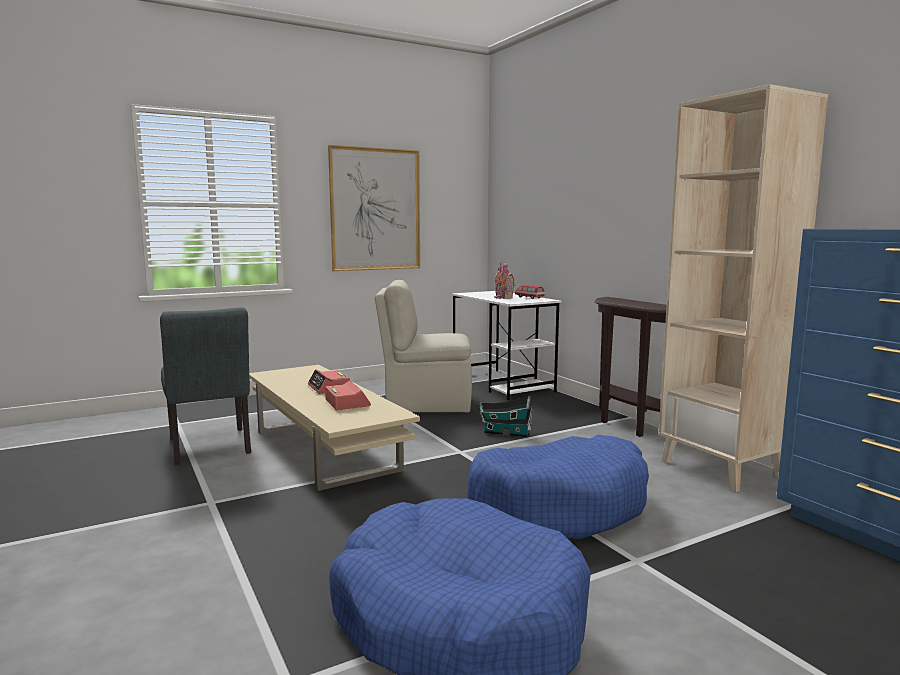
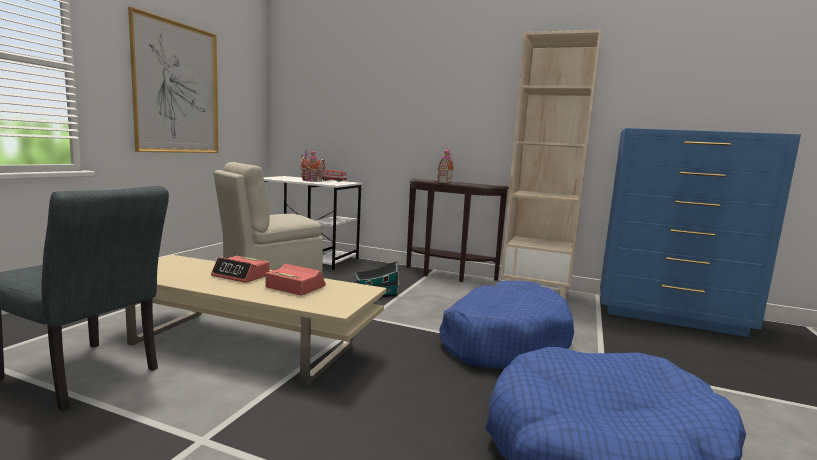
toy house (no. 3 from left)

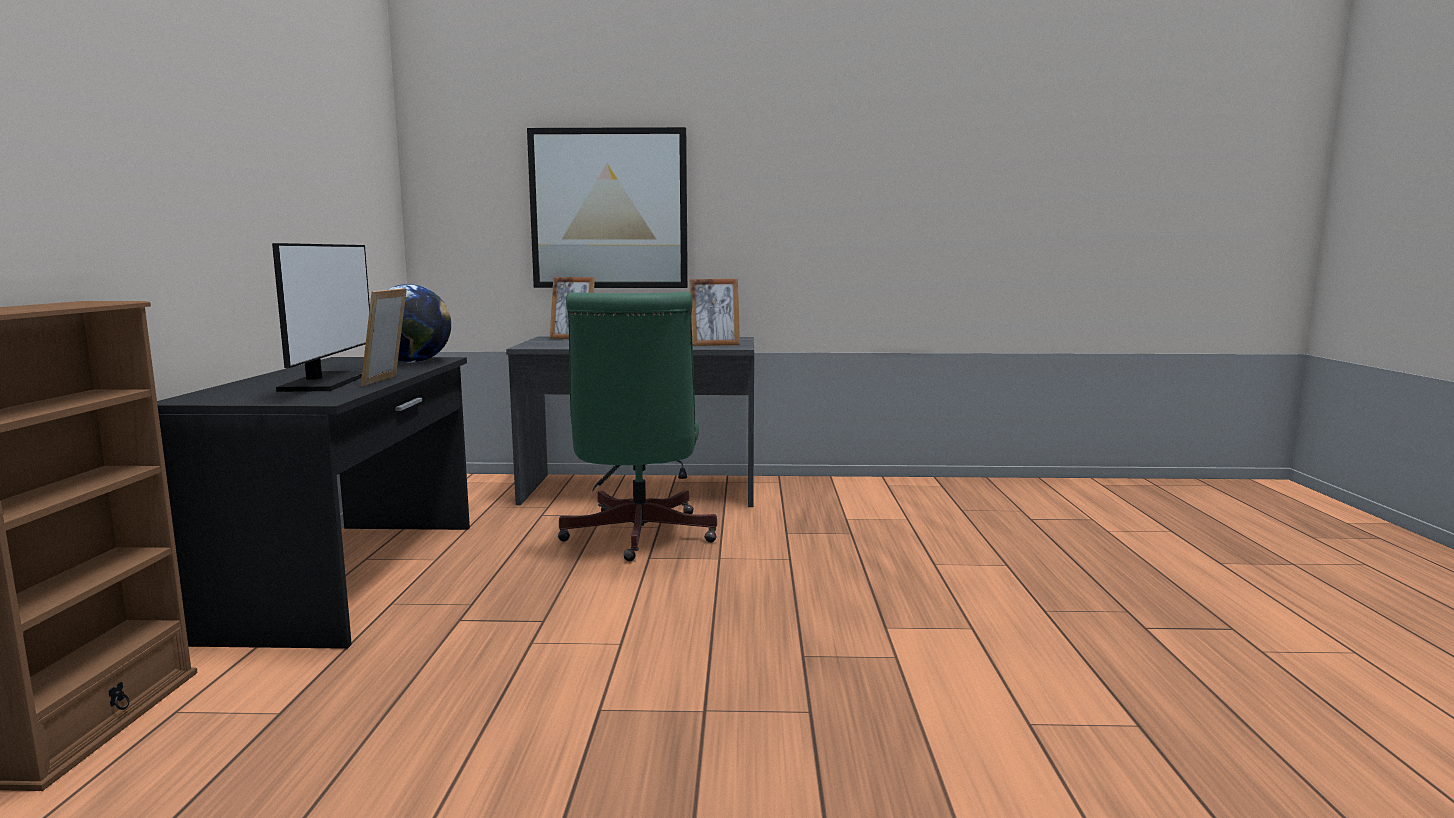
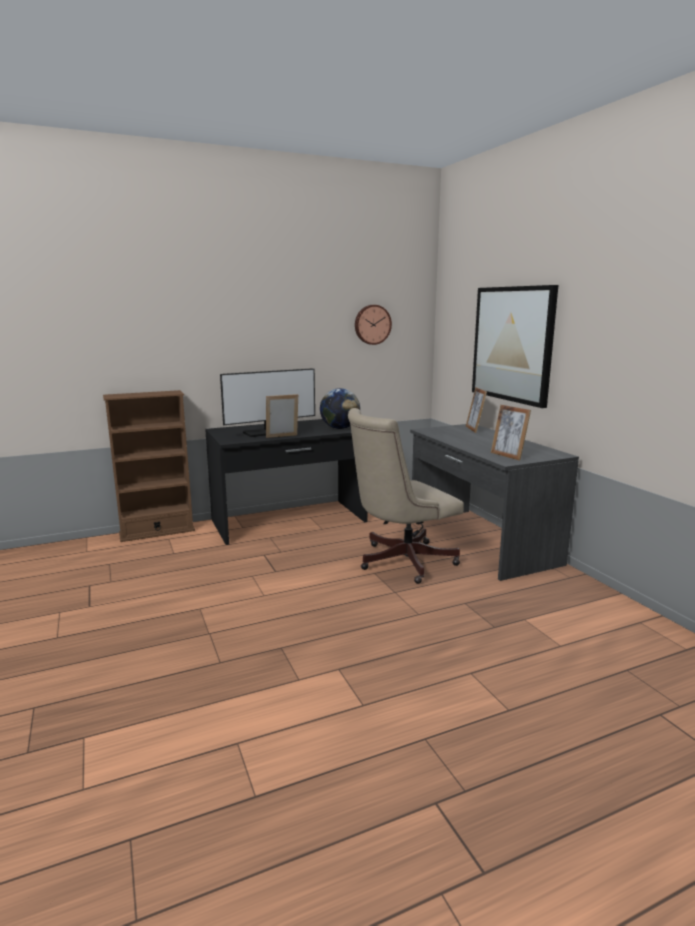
beige office chair
wall clock

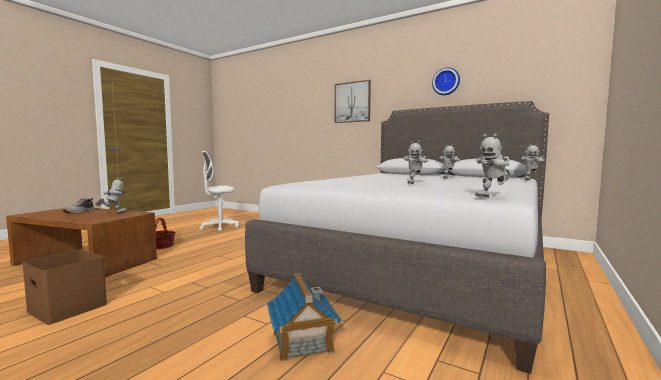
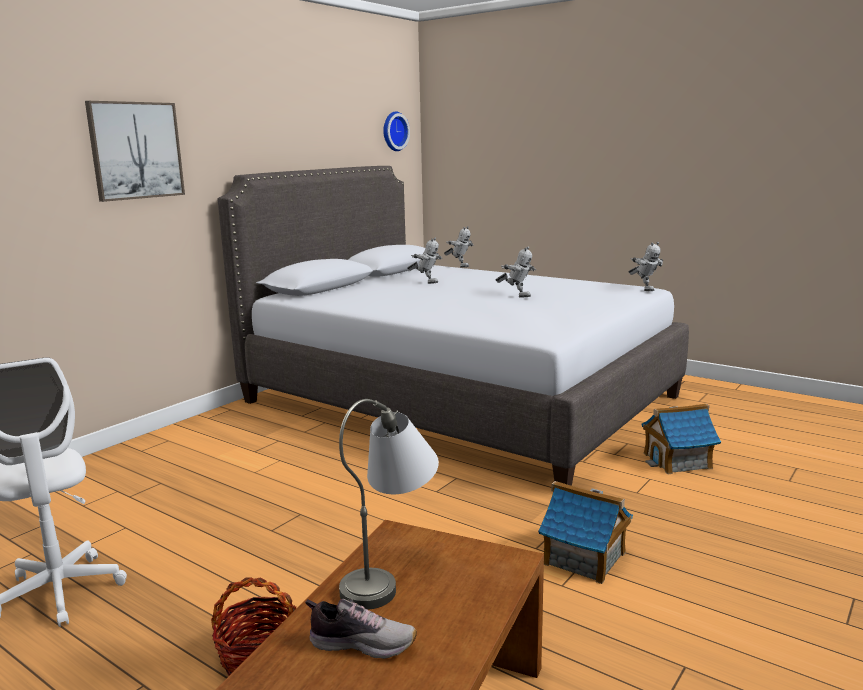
wall clock
grey table lamp
brown storage box
toy house (no. 1 from left)

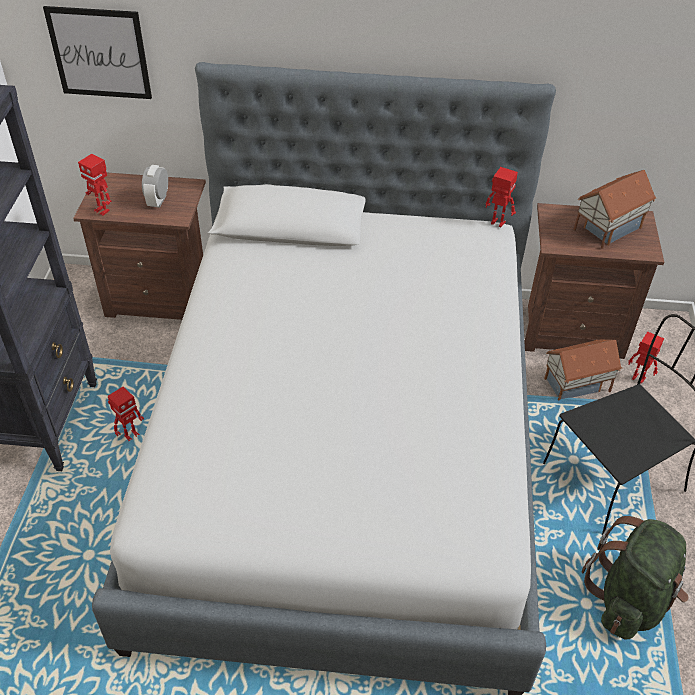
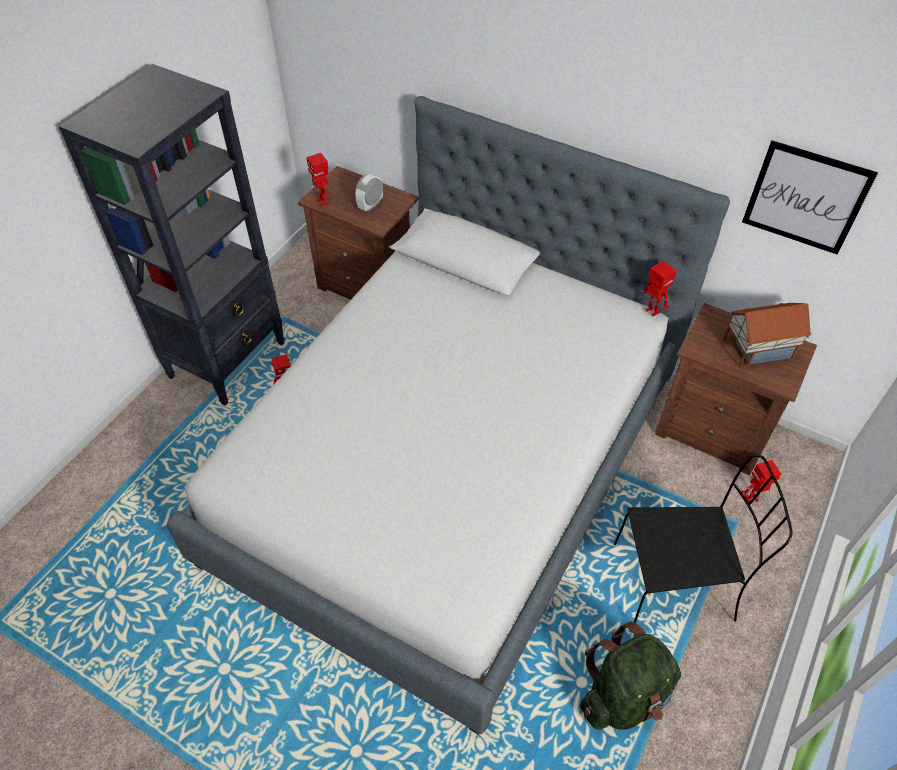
picture
toy robot (no. 4 from left)
toy house (no. 1 from left in the first image)

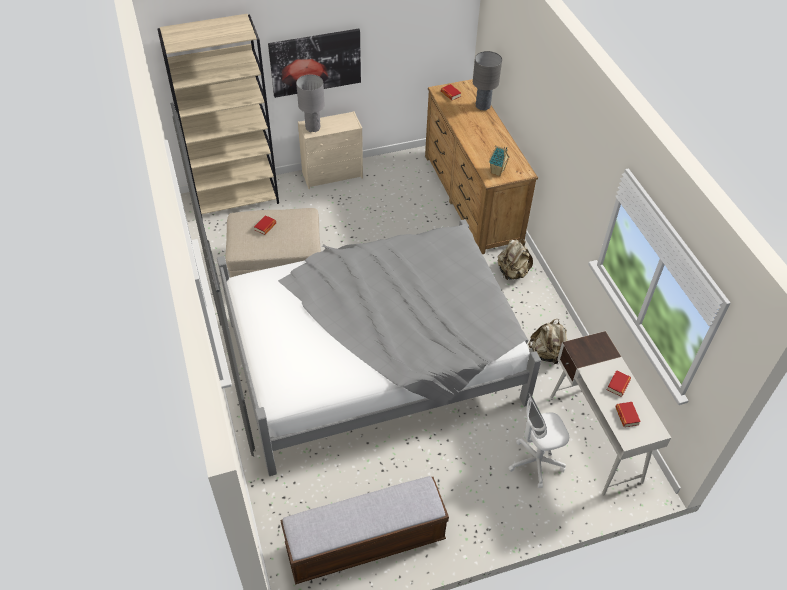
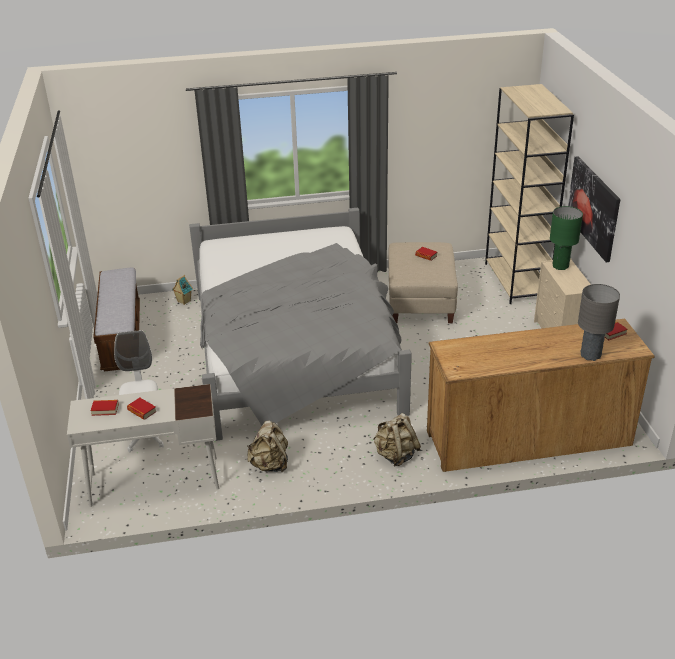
green table lamp
toy house

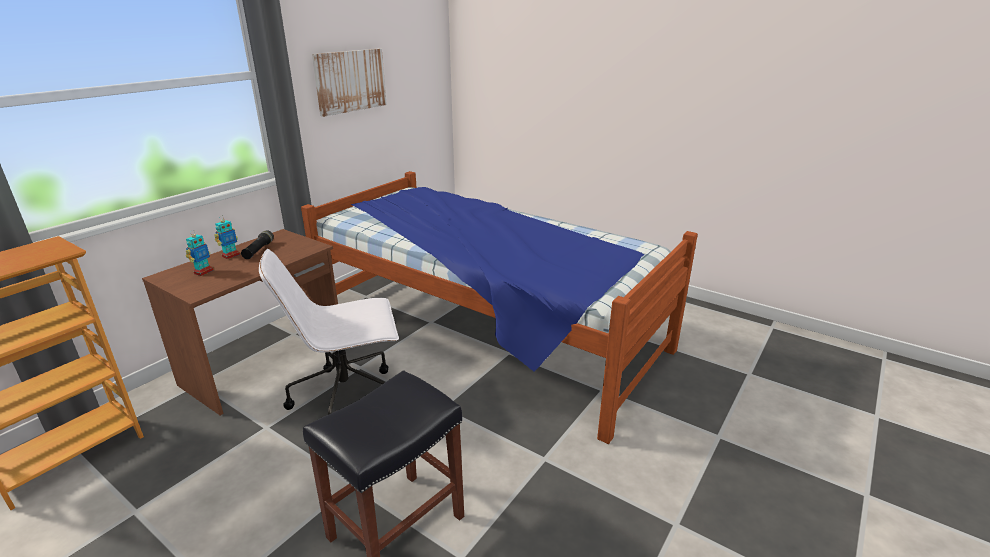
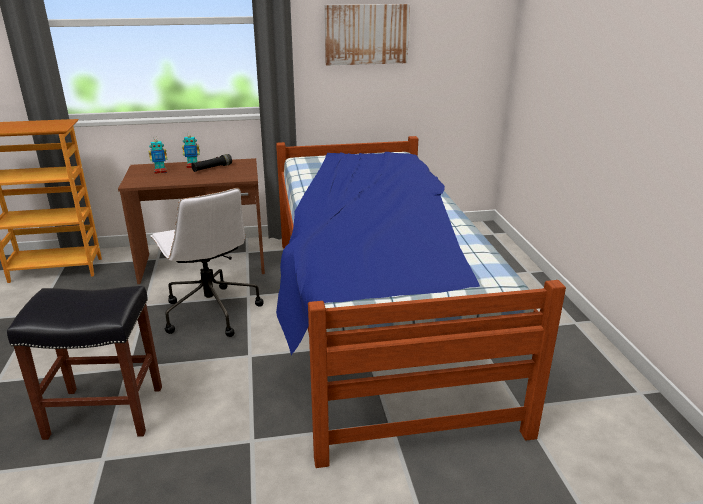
white office chair

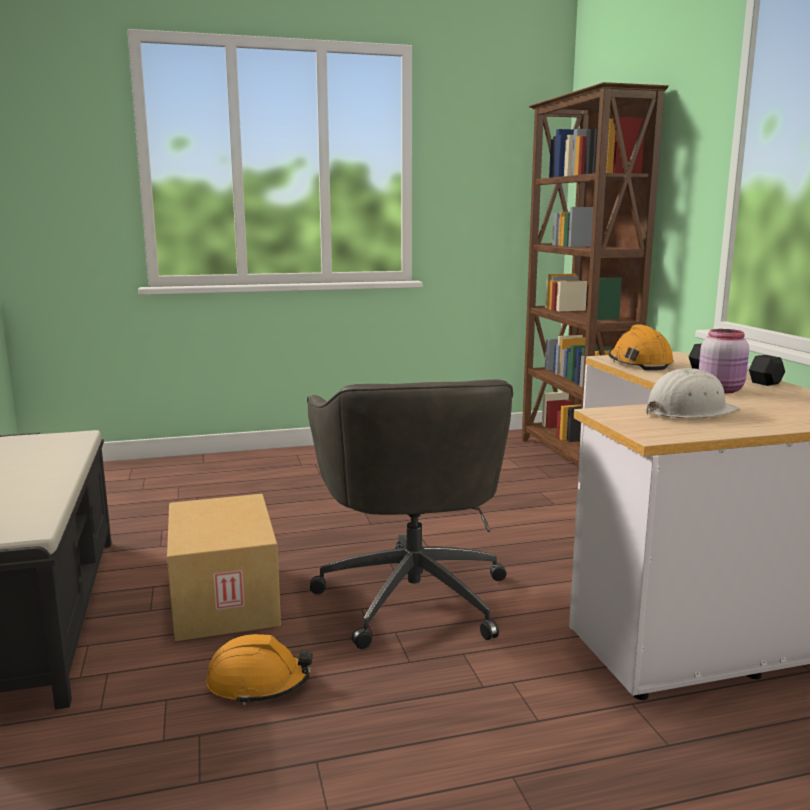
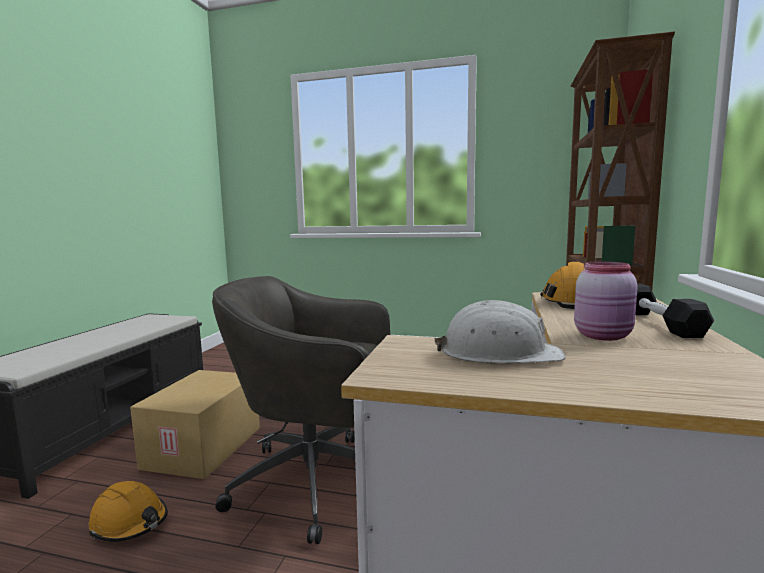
grey office chair

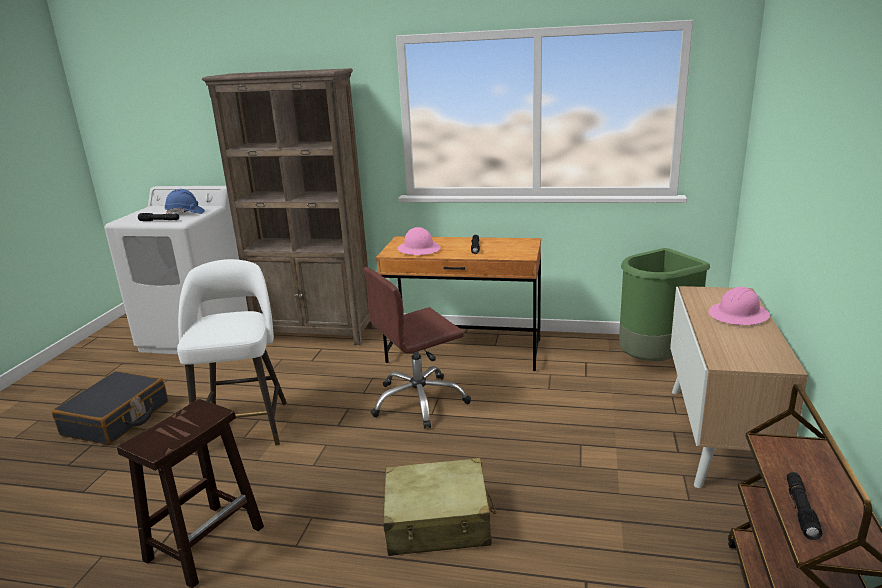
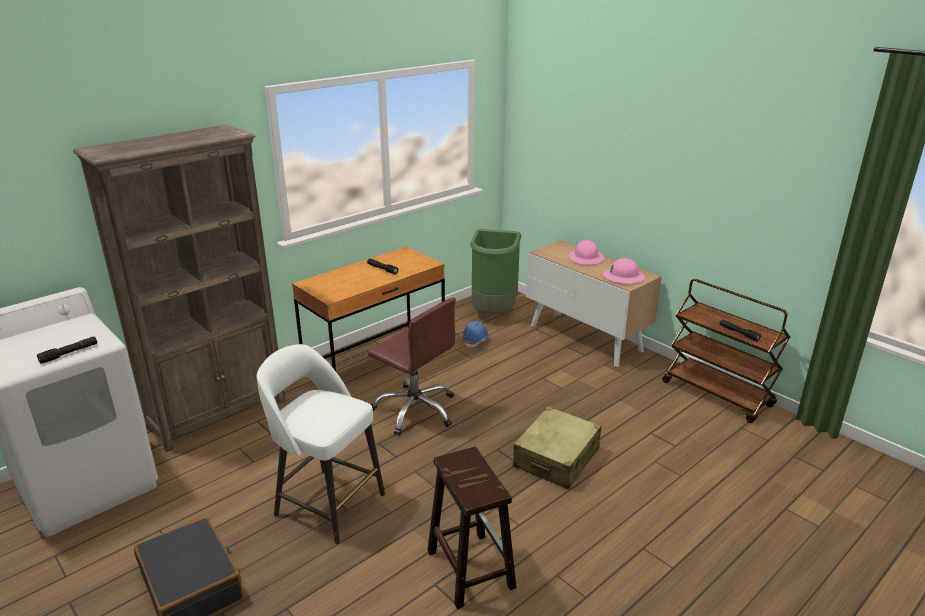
blue hard hat
pink hard hat (no. 2 from left)
brown office chair

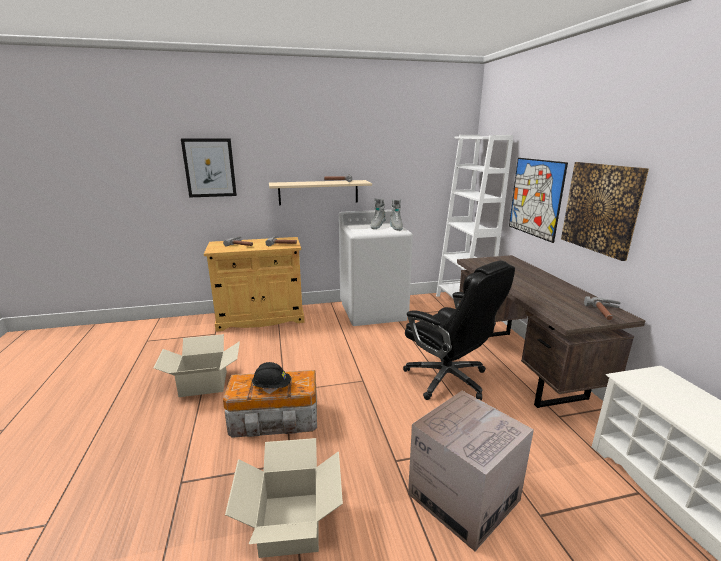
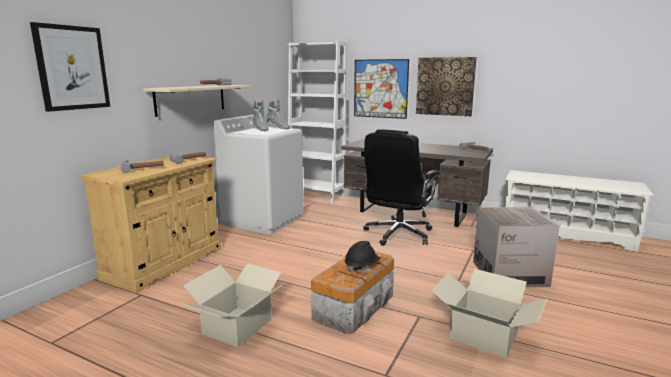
black office chair

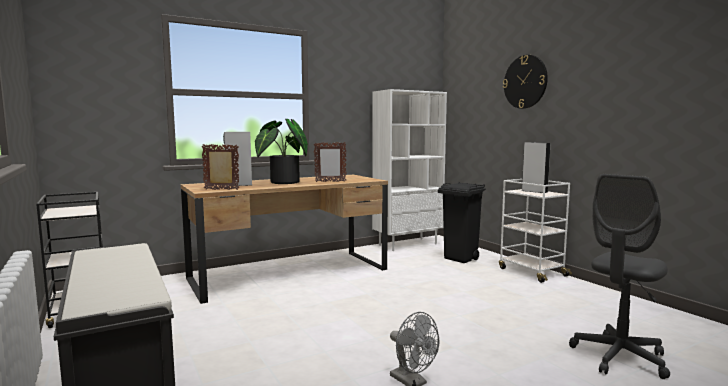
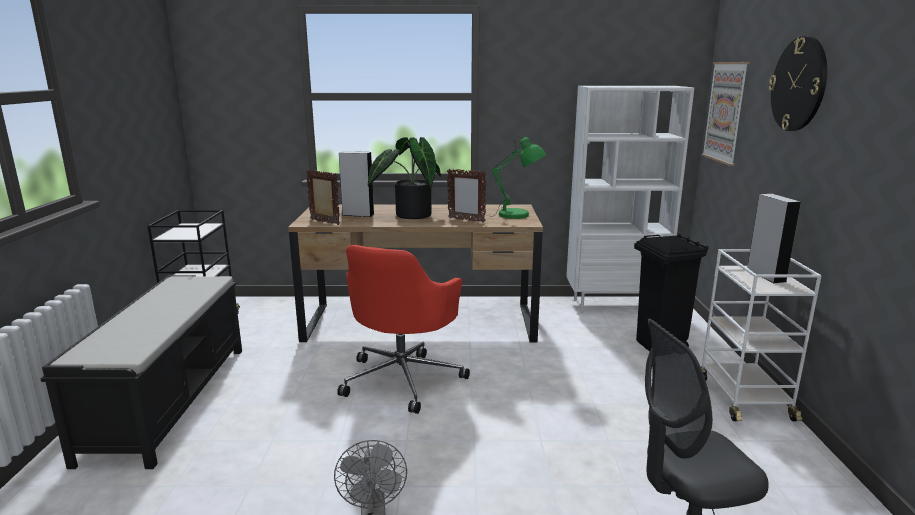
picture
green table lamp
red office chair

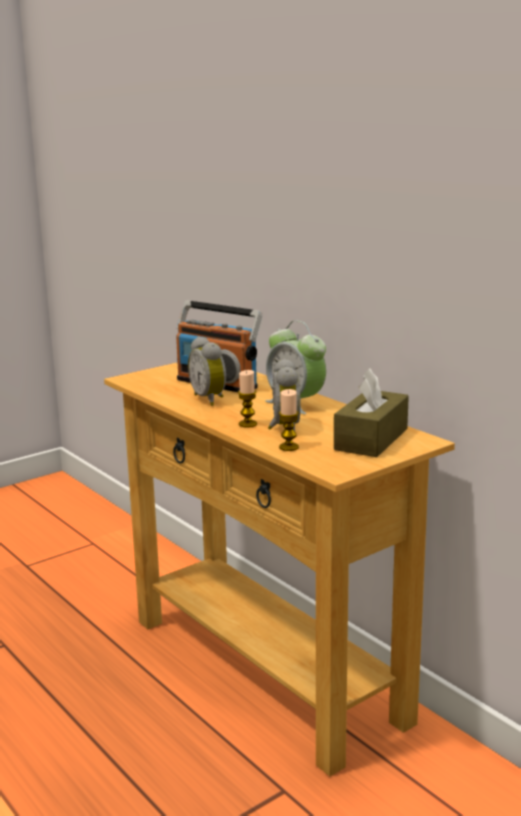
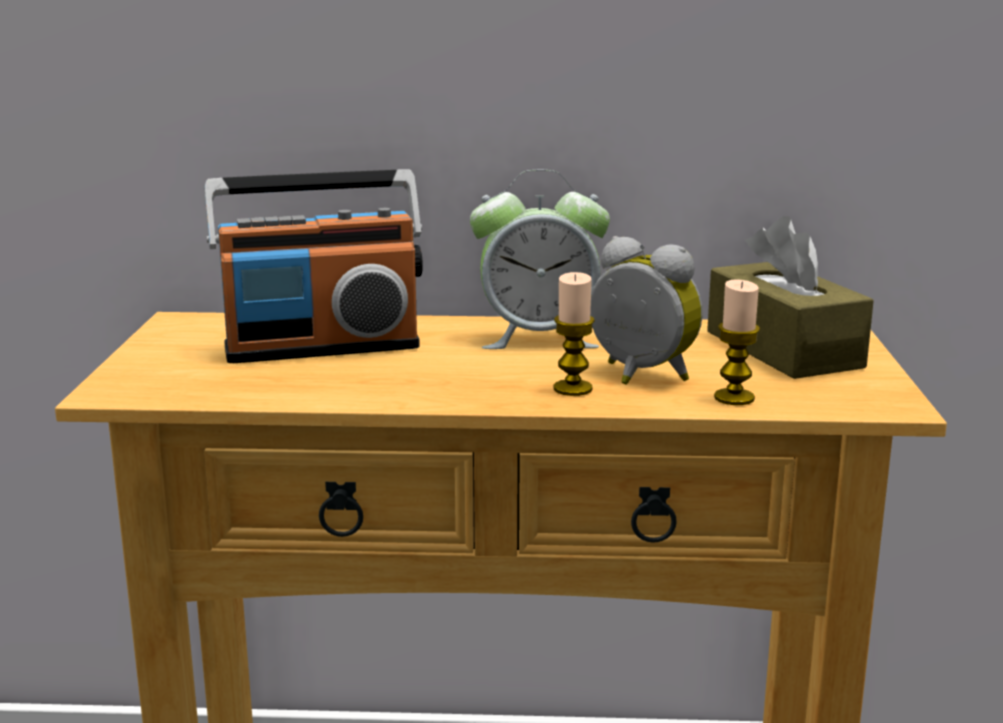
alarm clock (no. 1 from left in the first image)

